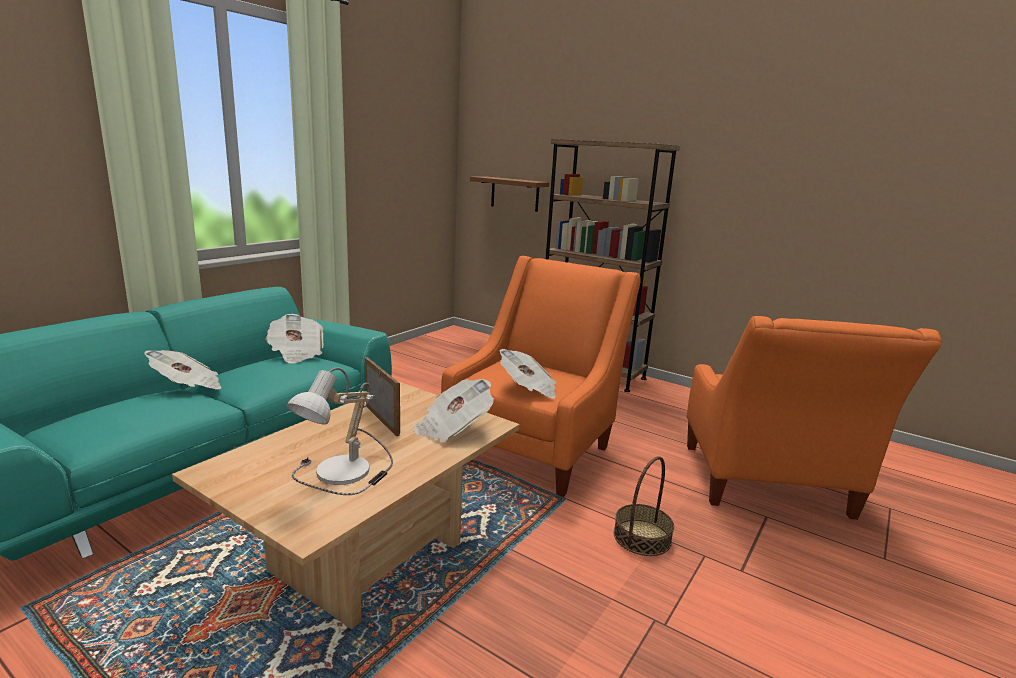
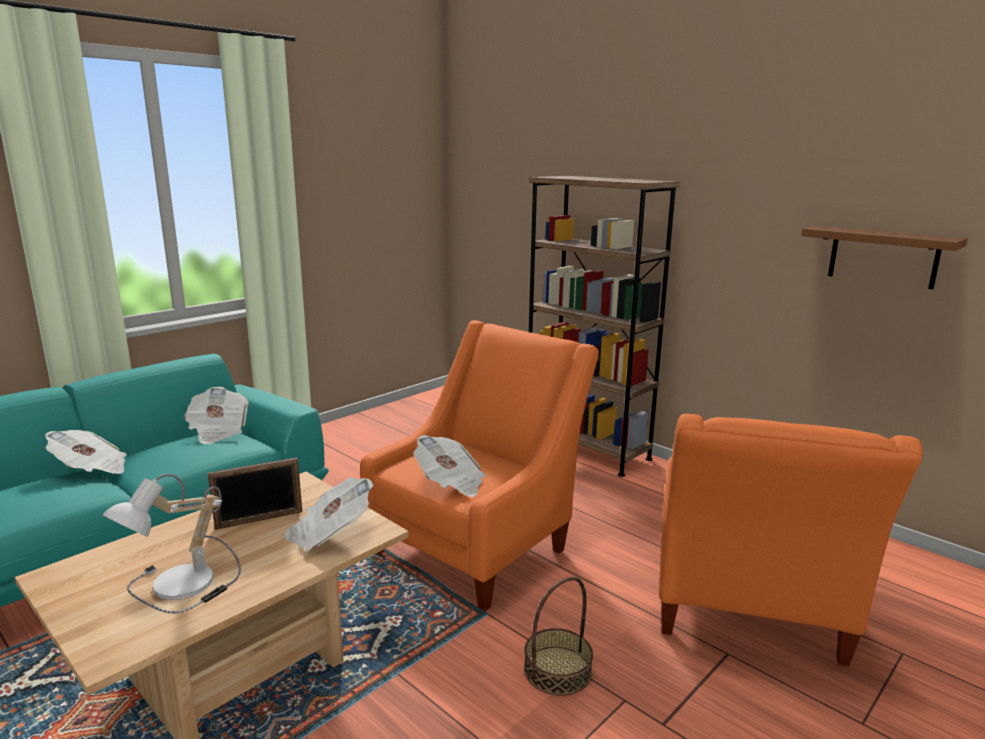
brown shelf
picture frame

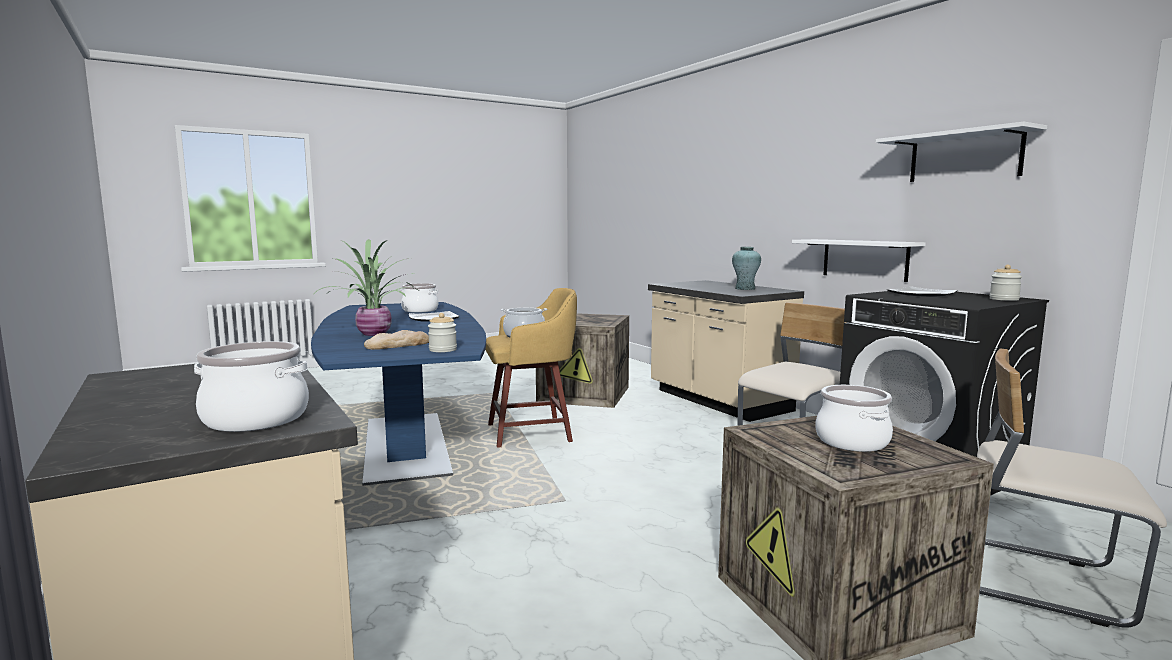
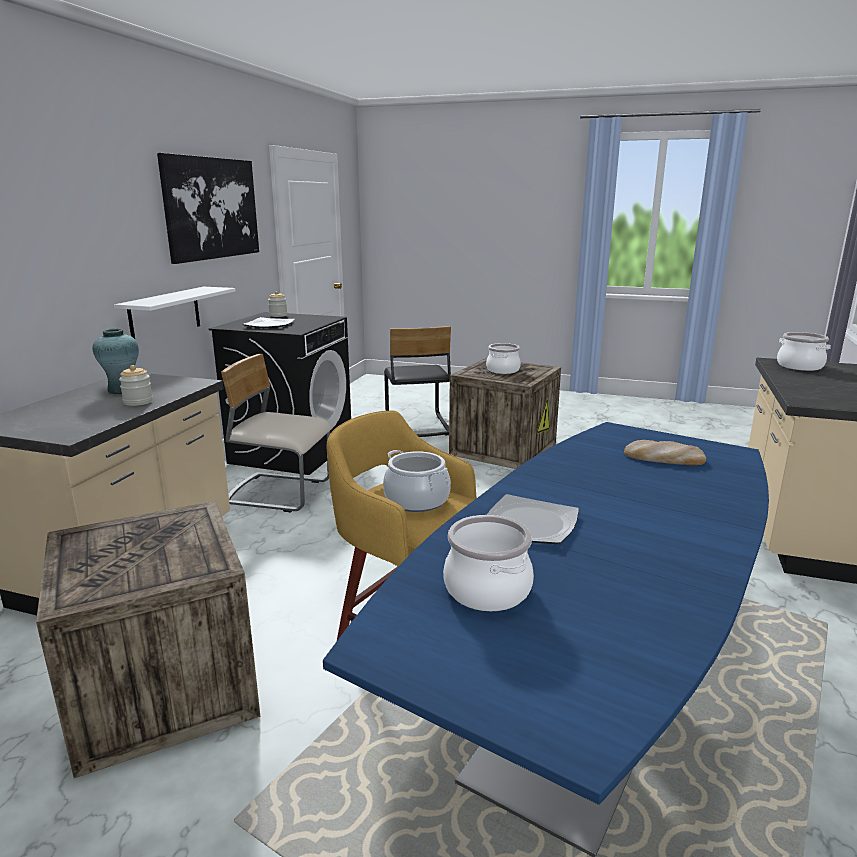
picture
potted plant
jar (no. 1 from left)
black chair

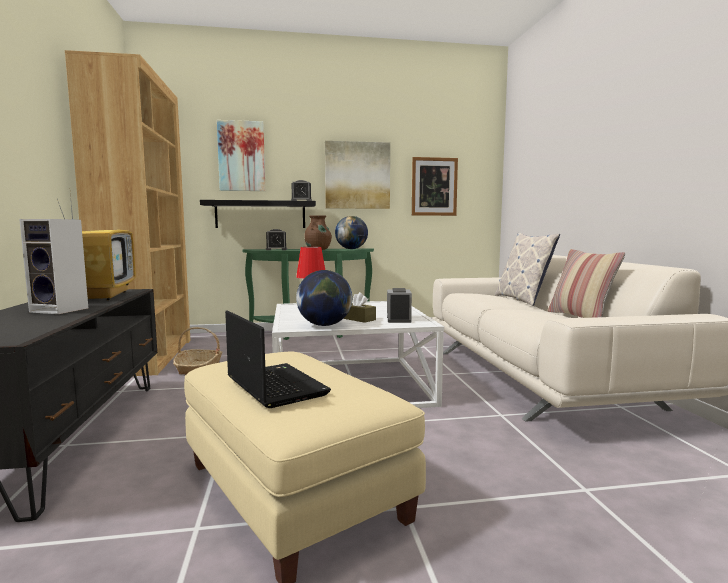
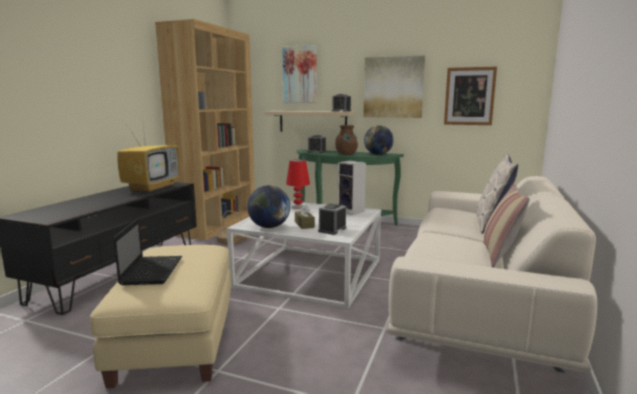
beige shelf
speaker

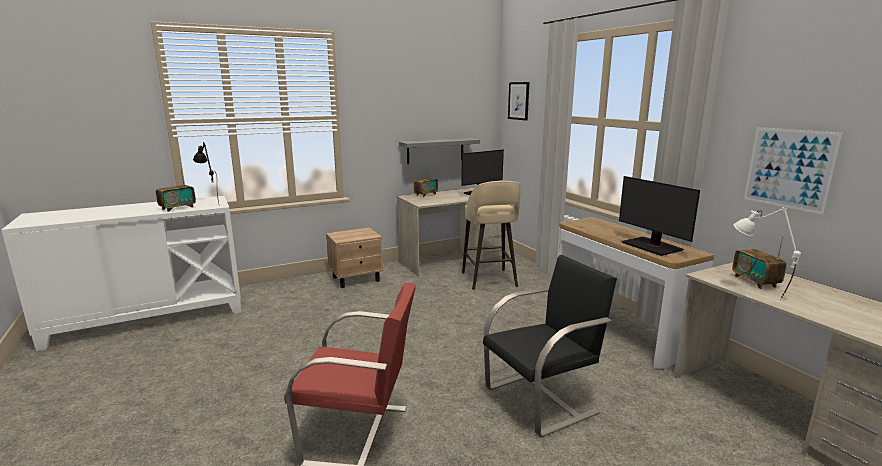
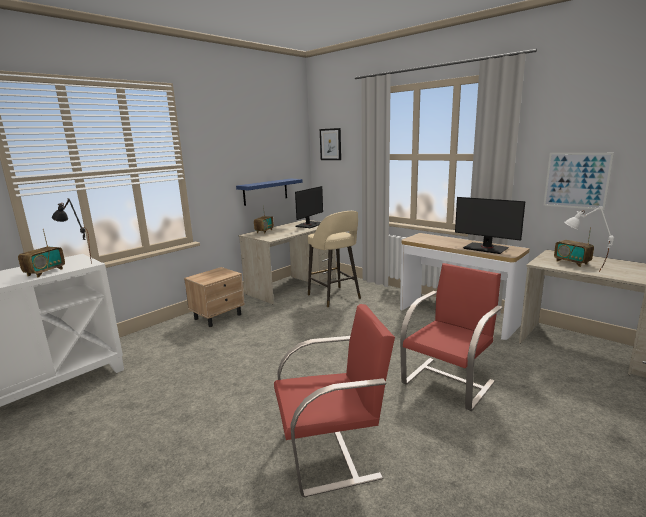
blue shelf
red chair (no. 2 from left)

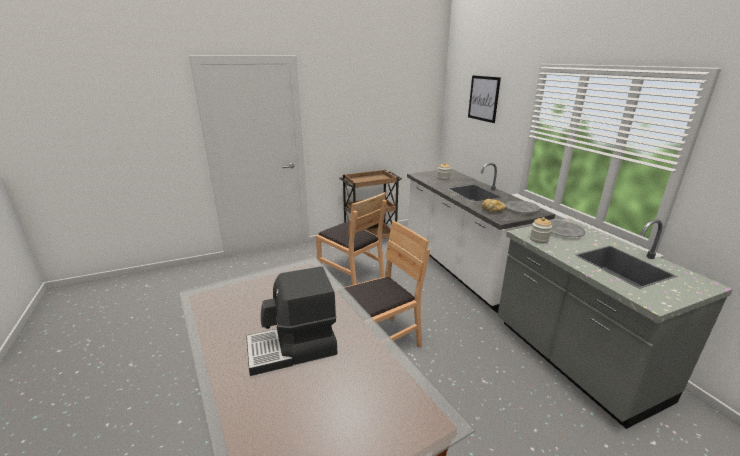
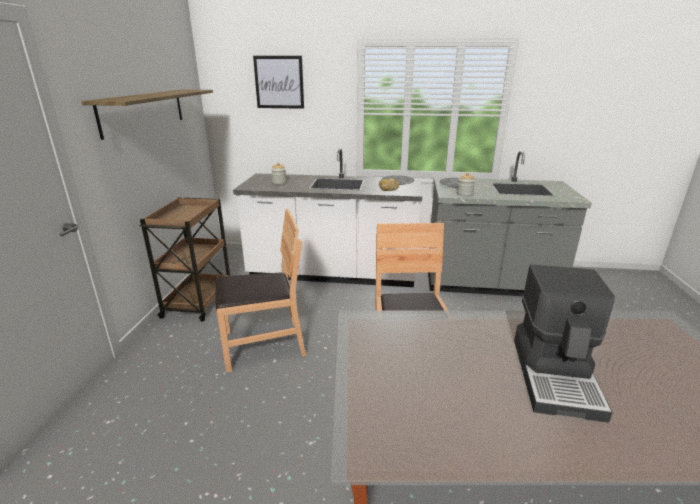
shelf

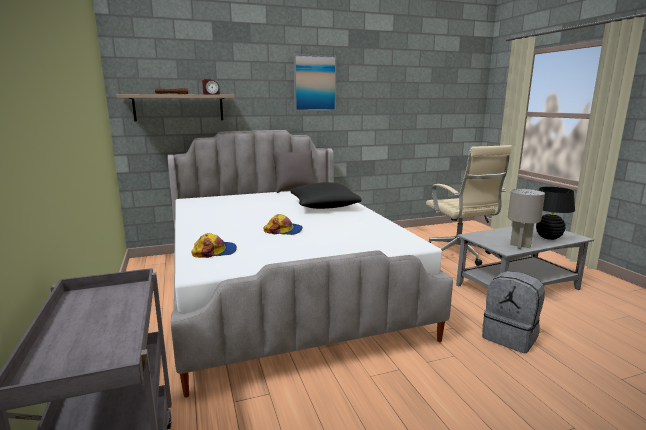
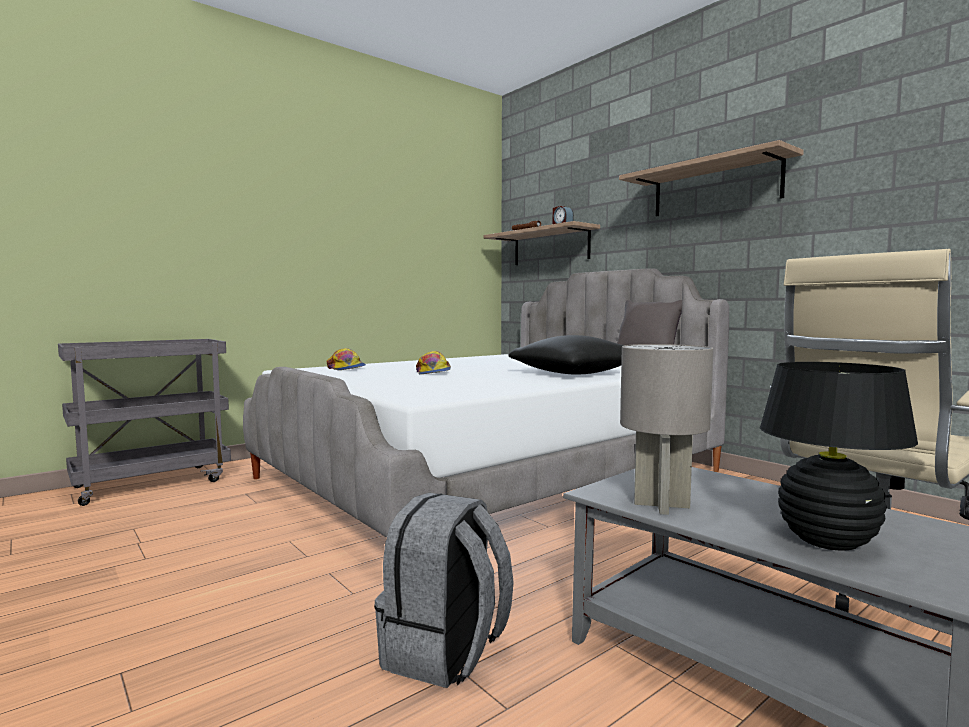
shelf (no. 2 from left)

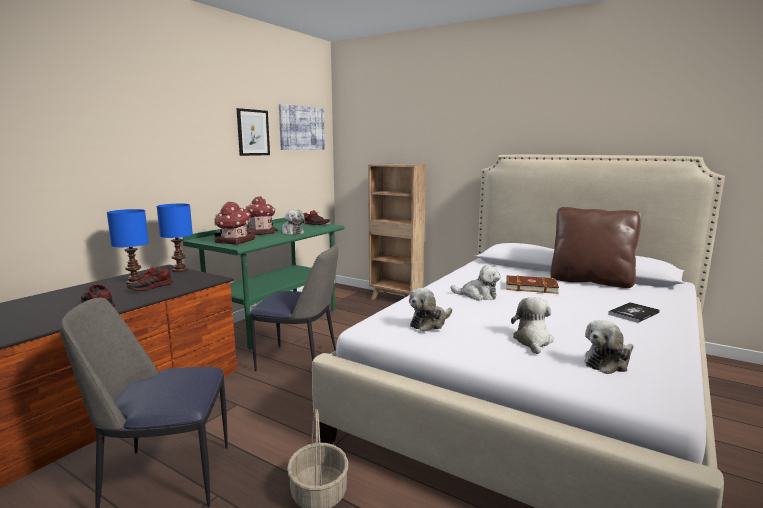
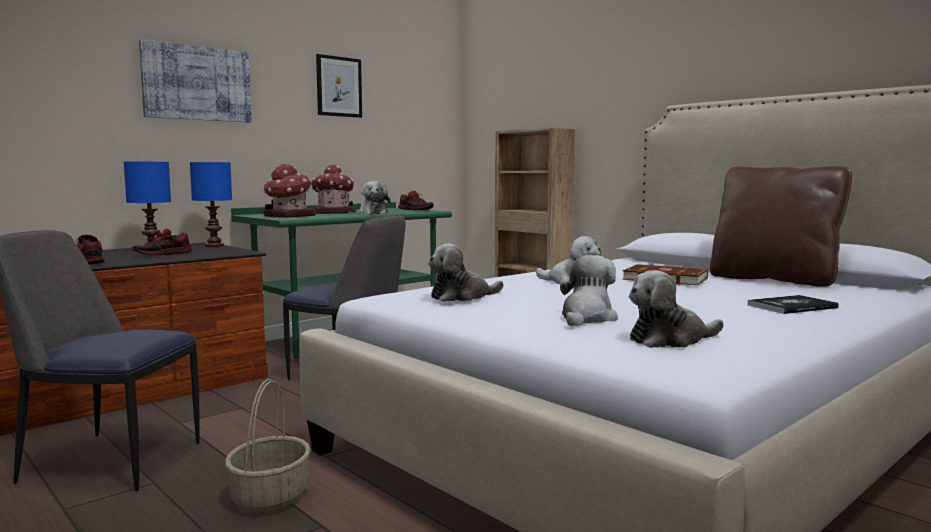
picture (no. 1 from left)

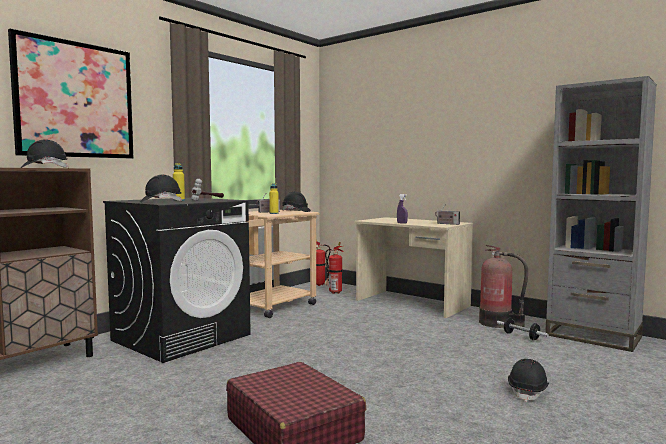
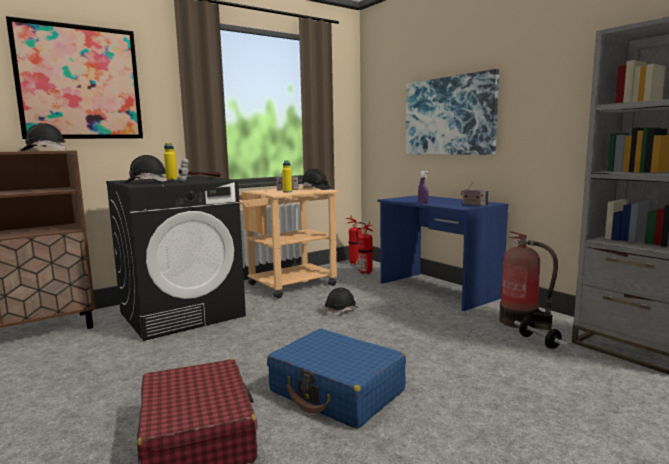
blue desk
black hard hat (no. 4 from left)
picture (no. 2 from left)
blue suitcase

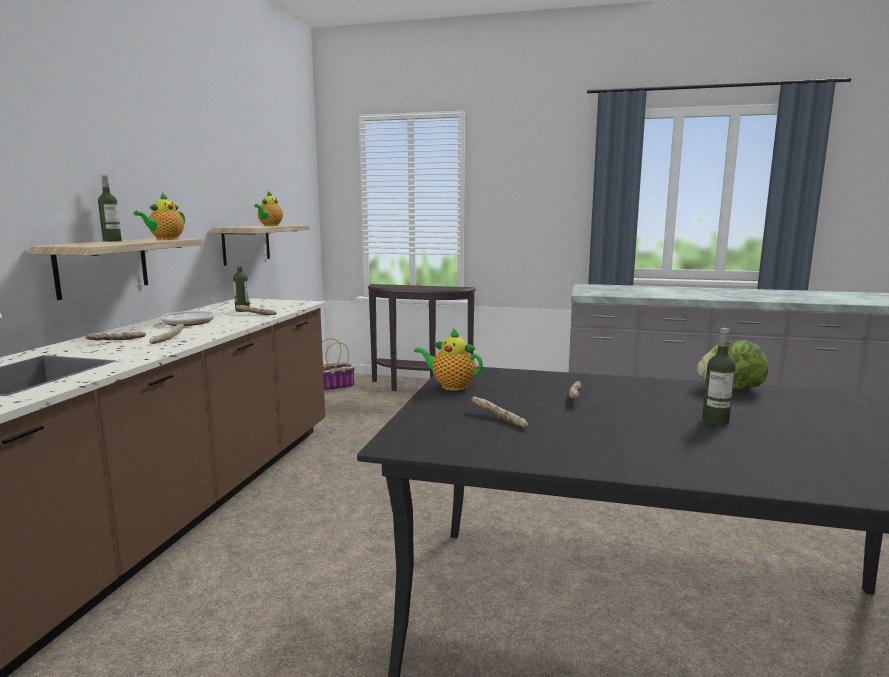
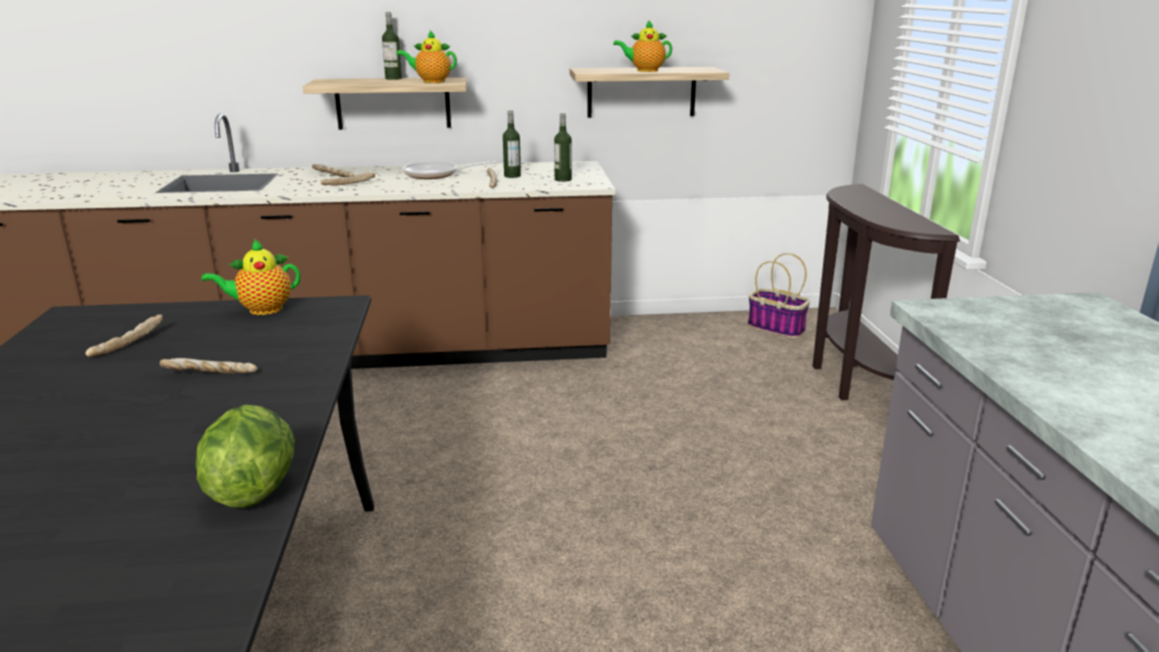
teapot (no. 1 from left)
bottle (no. 3 from left)

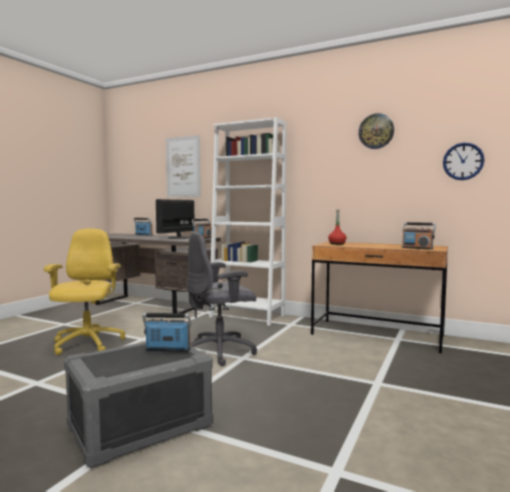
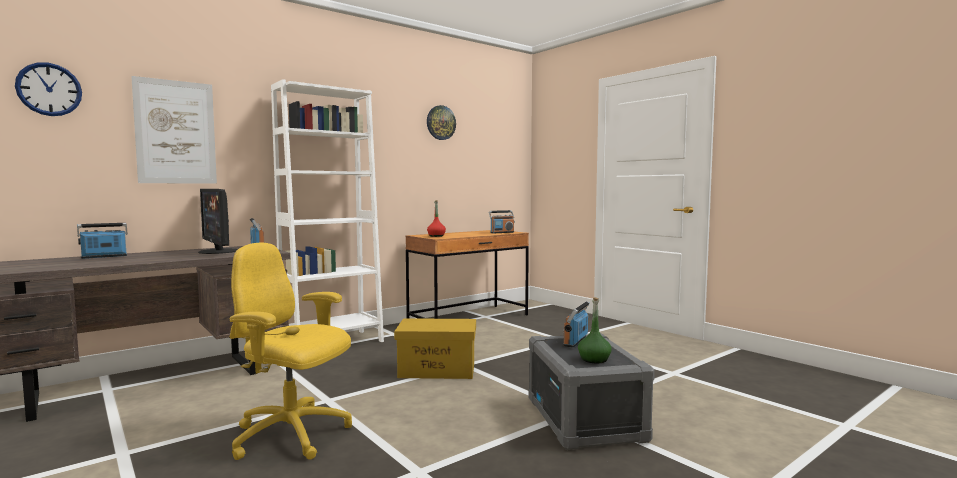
wall clock (no. 1 from left)
yellow storage box
green bottle

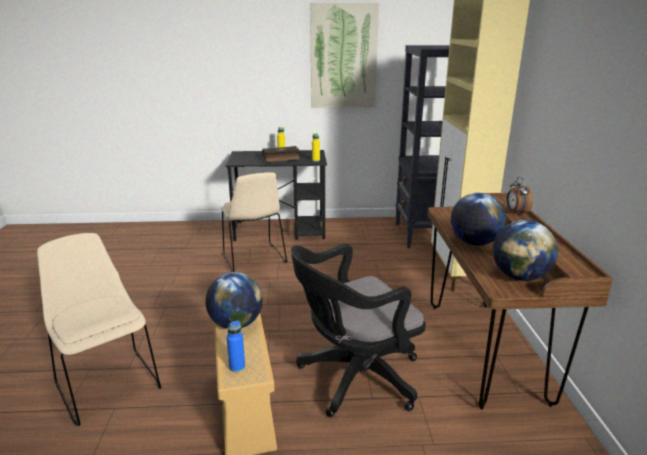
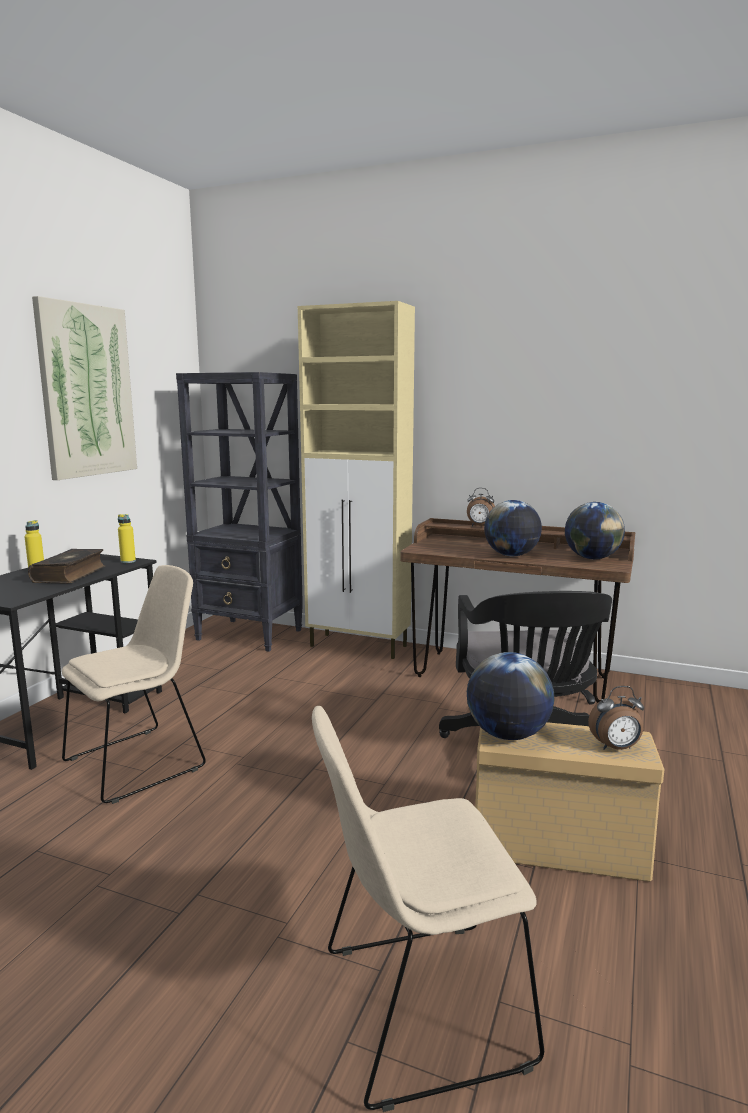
beige chair (no. 1 from left)
alarm clock (no. 2 from left)

